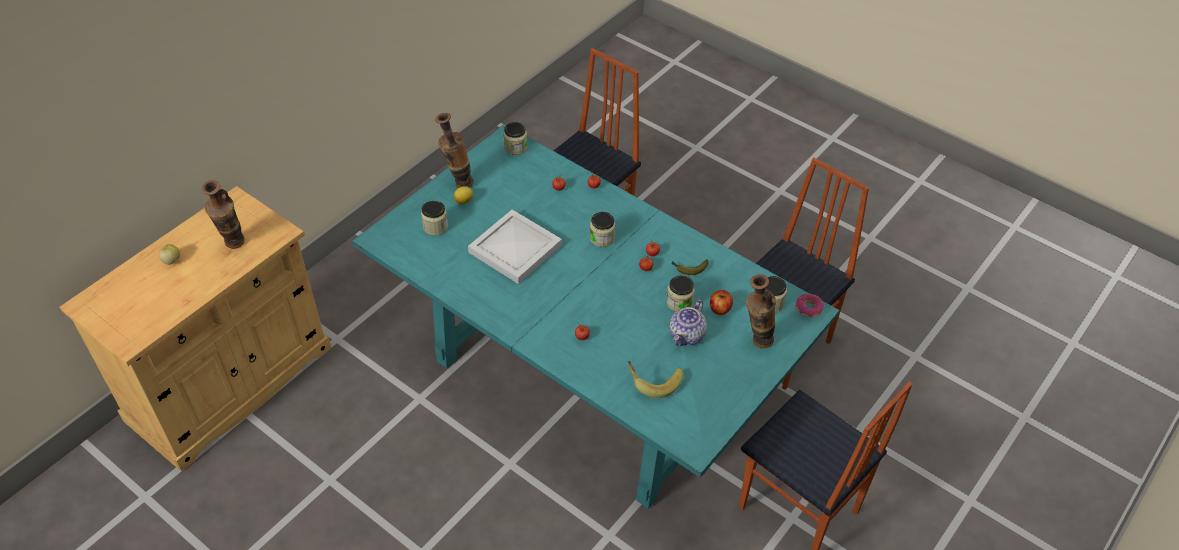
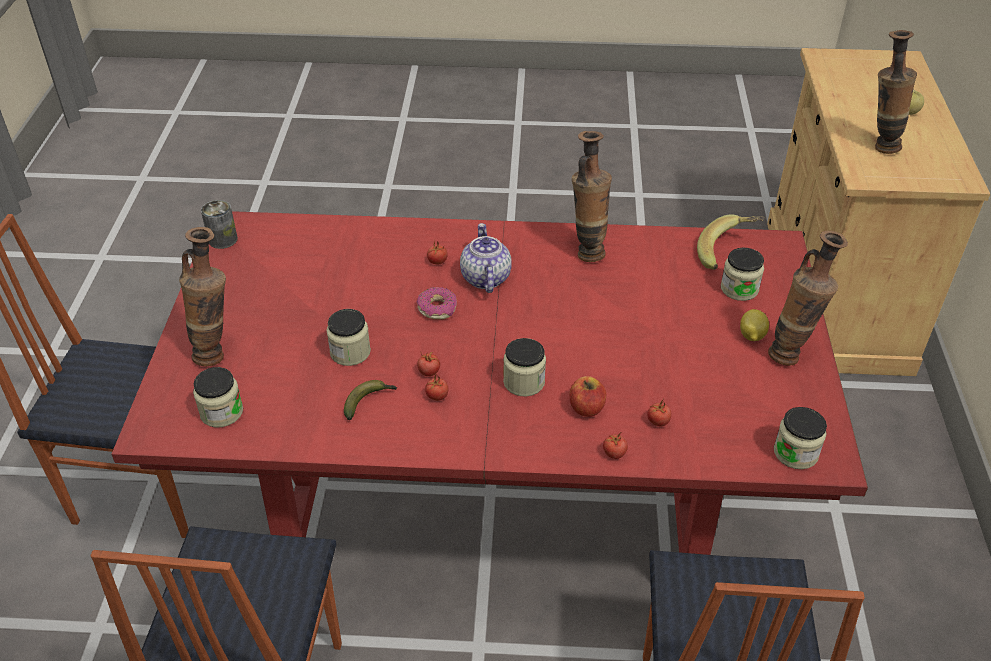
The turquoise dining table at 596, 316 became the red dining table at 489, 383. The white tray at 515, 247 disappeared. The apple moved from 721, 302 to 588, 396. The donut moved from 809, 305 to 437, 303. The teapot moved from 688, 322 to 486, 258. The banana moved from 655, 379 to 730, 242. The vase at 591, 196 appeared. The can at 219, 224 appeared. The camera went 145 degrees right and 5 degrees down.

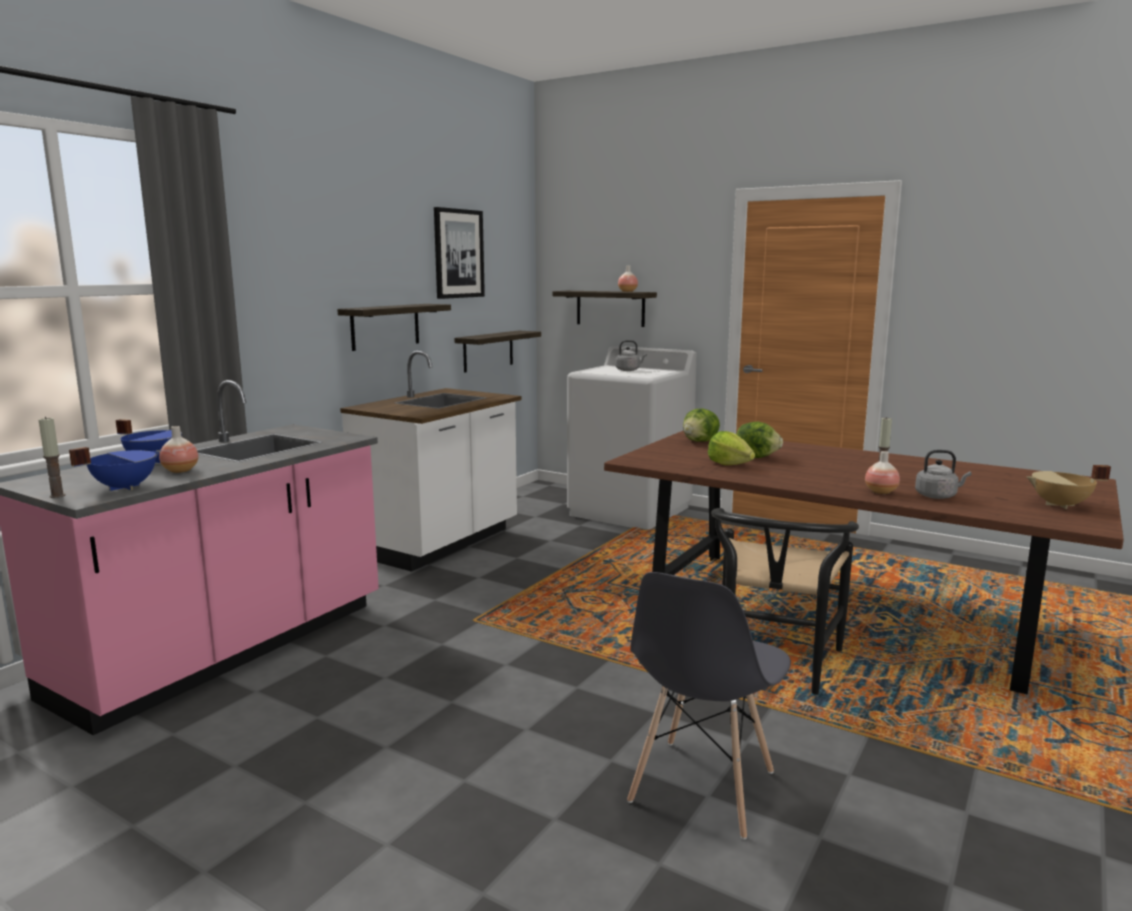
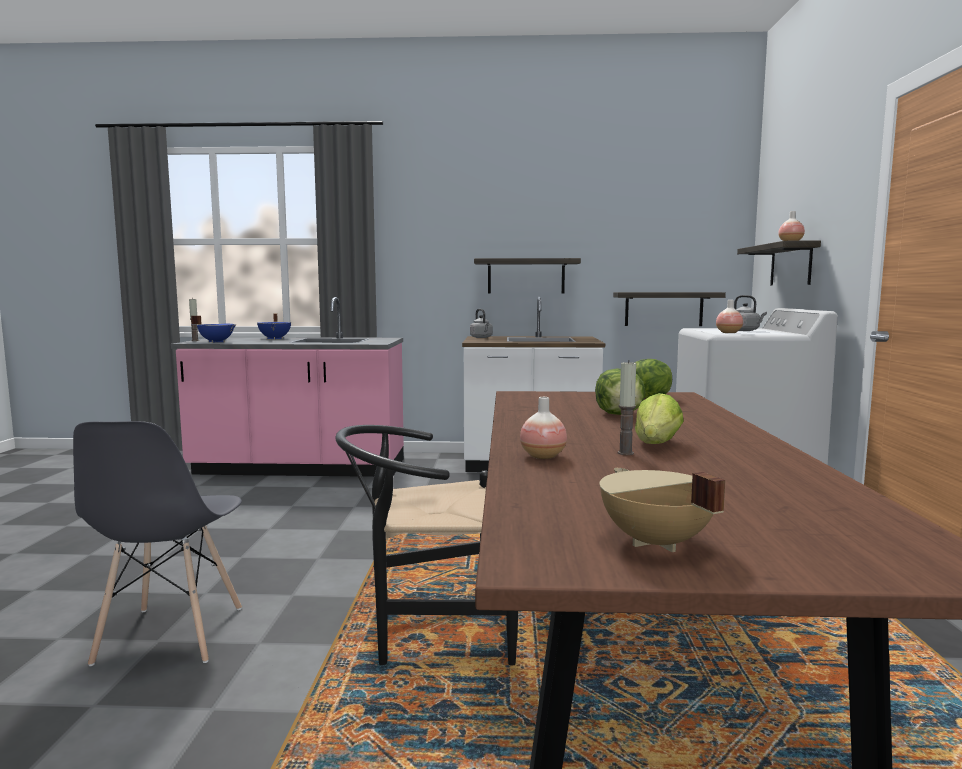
The picture at 459, 253 disappeared. The vase moved from 178, 449 to 729, 316. The lettuce moved from 731, 448 to 659, 418. The grey kettle moved from 943, 474 to 481, 323. The grey chair at 709, 706 turned 90 degrees counterclockwise. The camera went 60 degrees right and 5 degrees down.

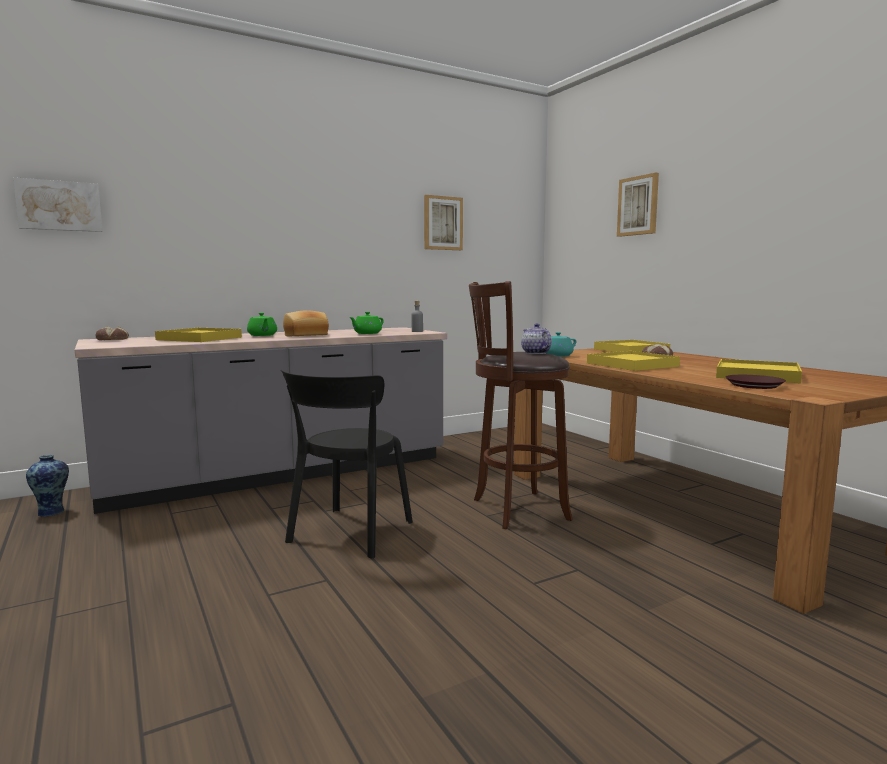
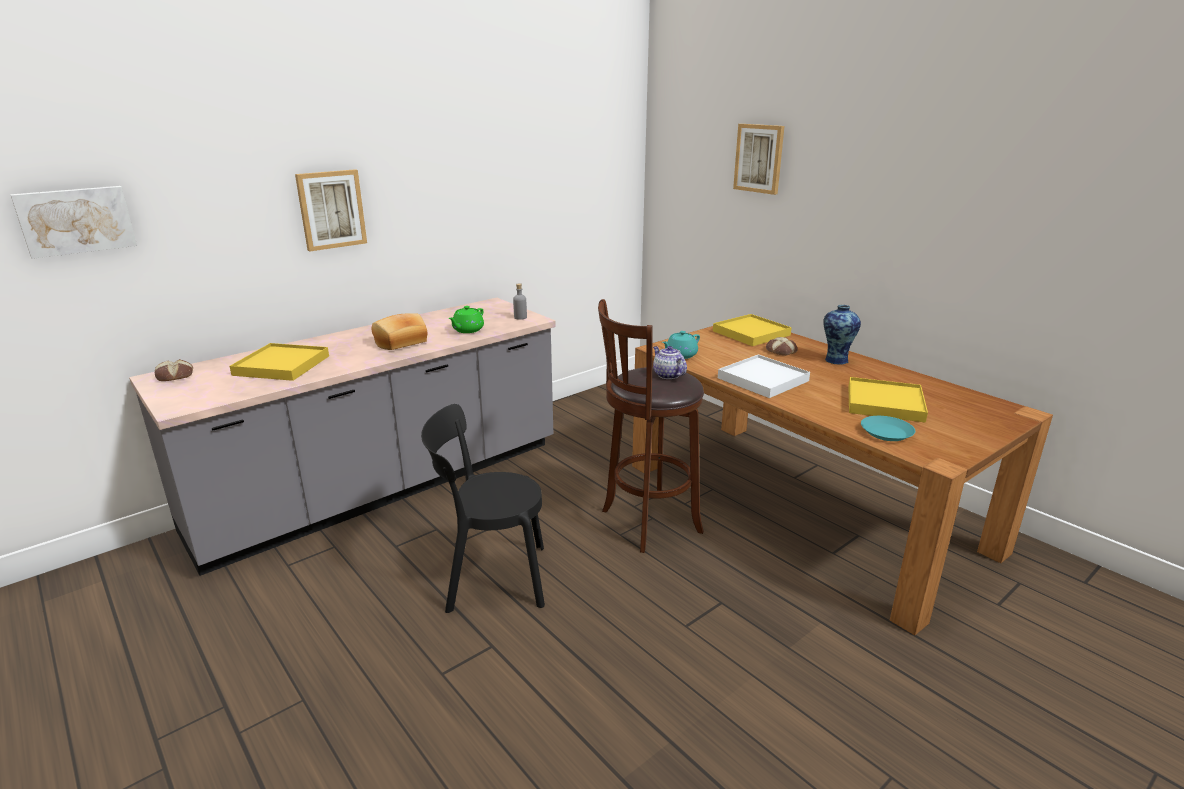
The picture moved from 443, 222 to 331, 210. The green teapot at 262, 324 disappeared. The yellow tray at 633, 361 became the white tray at 764, 376. The black chair at 347, 464 turned 75 degrees clockwise. The brown plate at 756, 382 became the turquoise plate at 888, 428. The vase moved from 47, 486 to 842, 335. The camera went 10 degrees left and 15 degrees up.

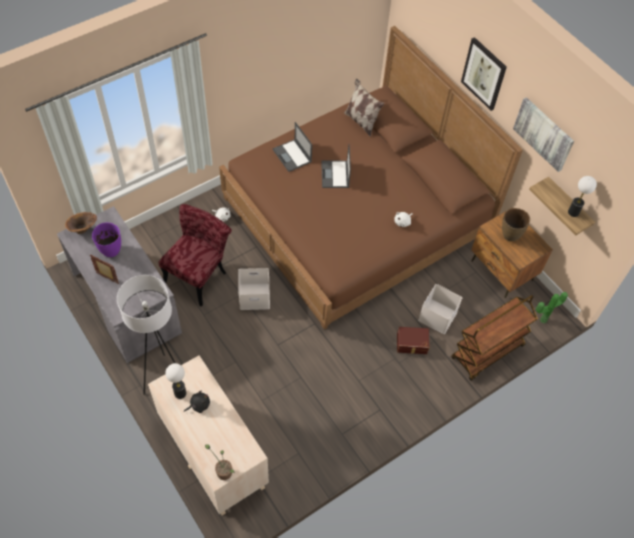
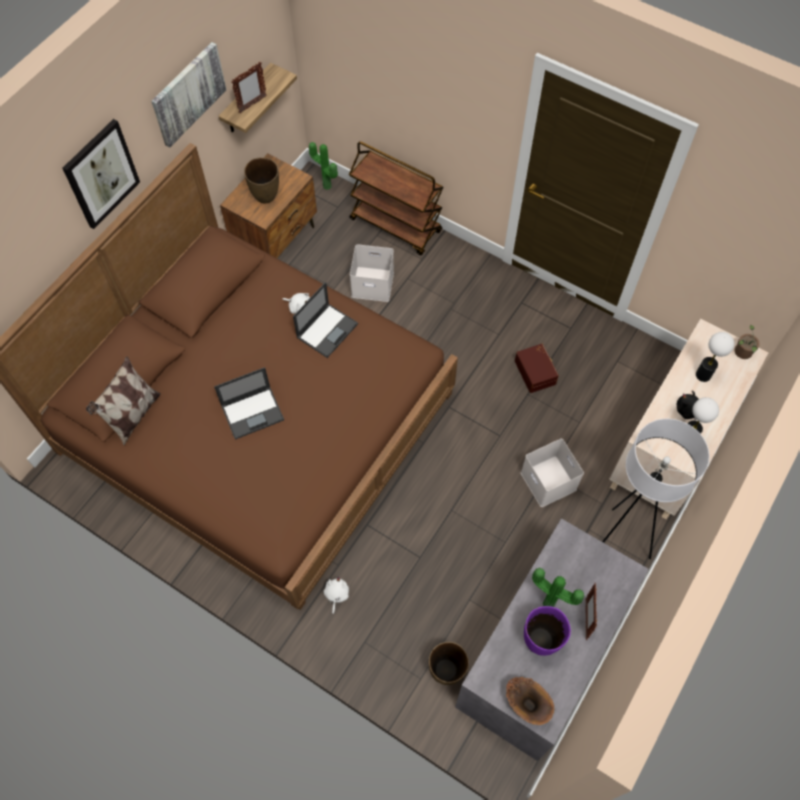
The laptop moved from 292, 147 to 325, 320. The table lamp moved from 582, 196 to 715, 357. The red chair at 195, 255 disappeared. The white storage box moved from 254, 289 to 552, 473. The brown storage box moved from 413, 340 to 537, 368. The picture frame at 249, 87 appeared. The potted plant at 558, 587 appeared. The brown vase at 449, 663 appeared. The camera went 110 degrees left and 5 degrees up.

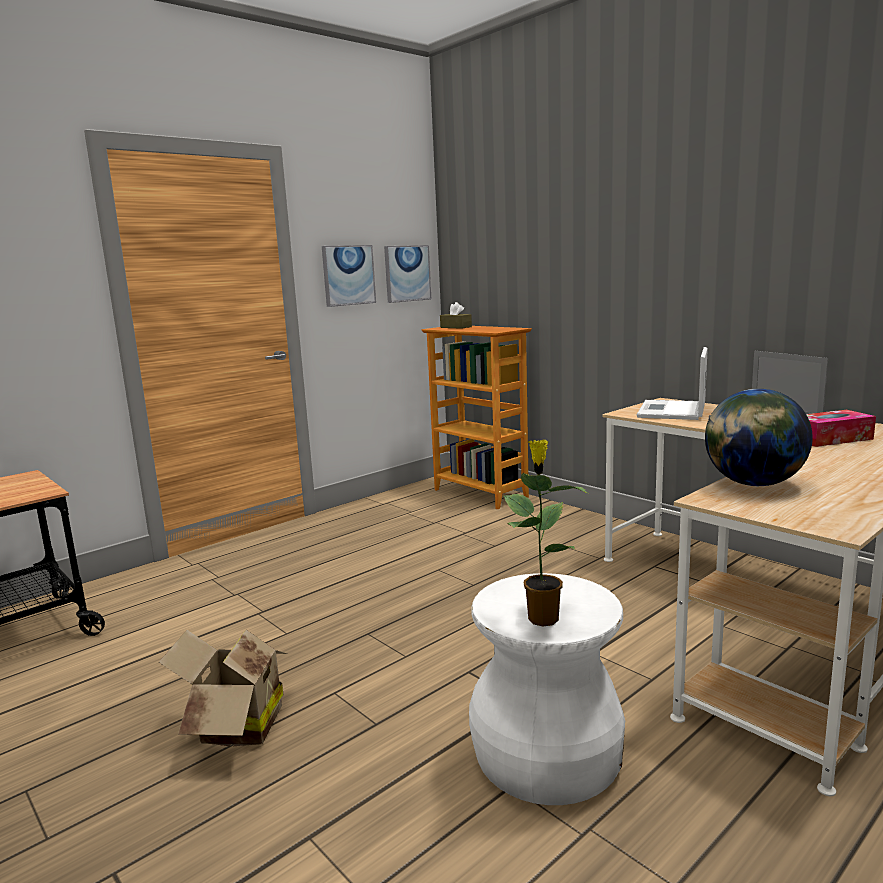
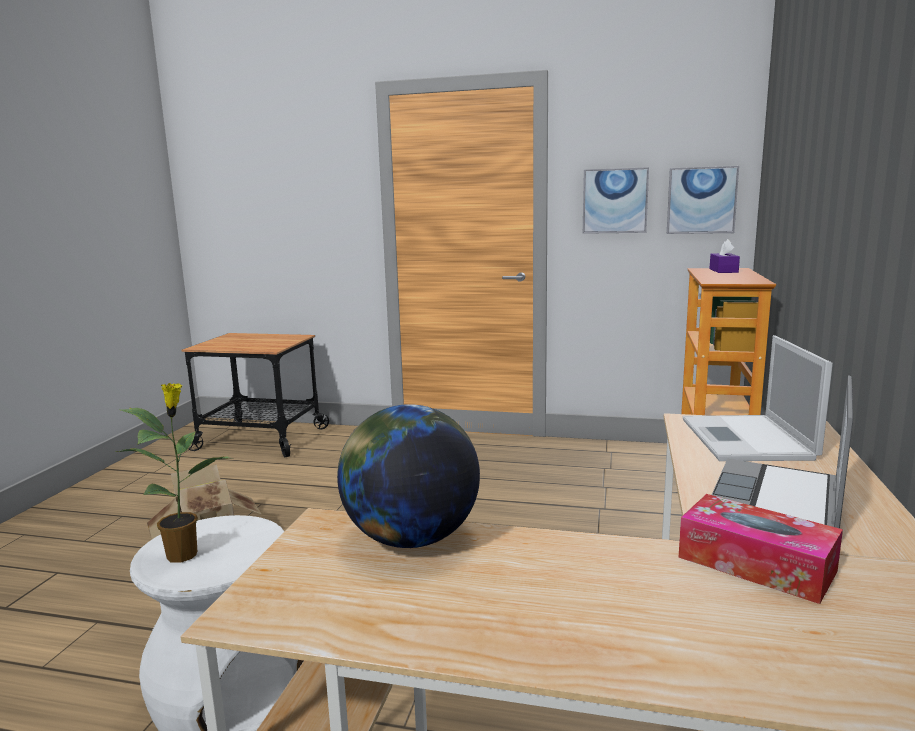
The brown tissue box at 456, 315 became the purple tissue box at 725, 256. The laptop at 672, 383 turned 75 degrees counterclockwise. The camera went 55 degrees right and 0 degrees up.

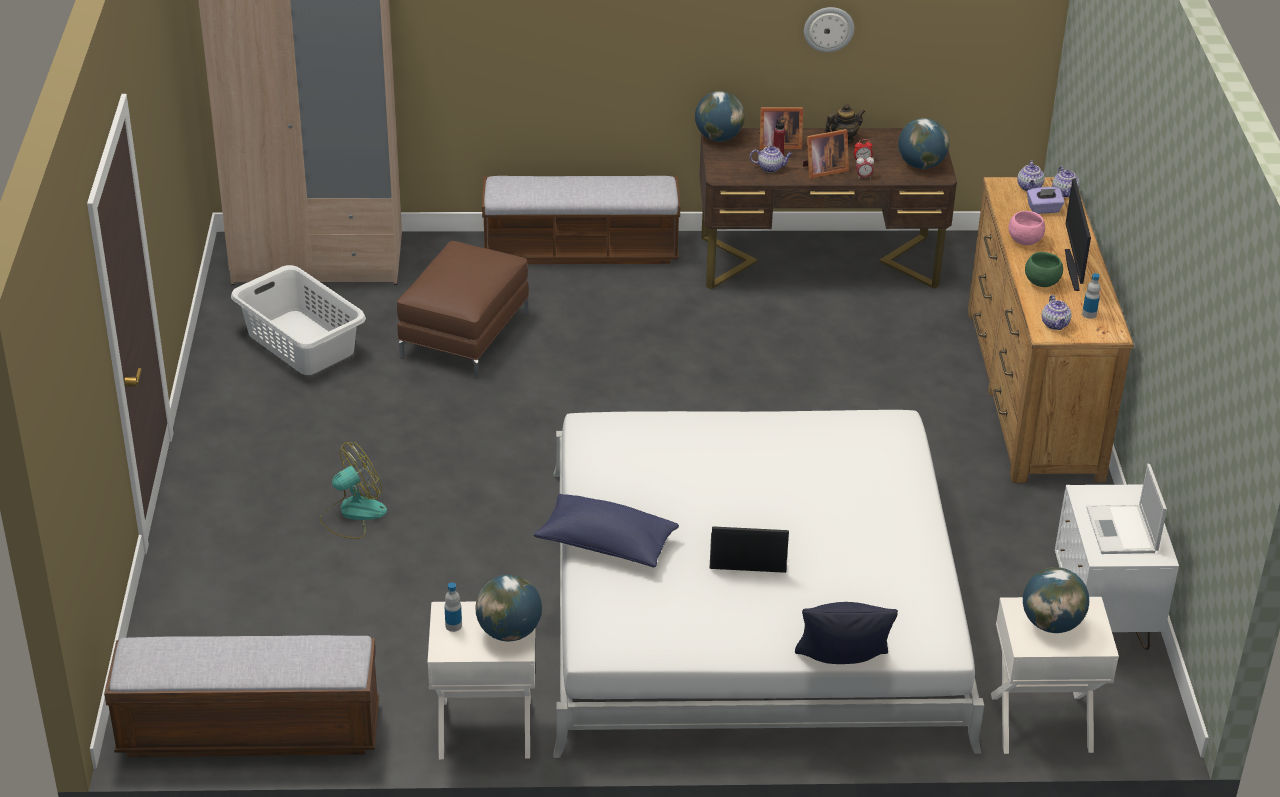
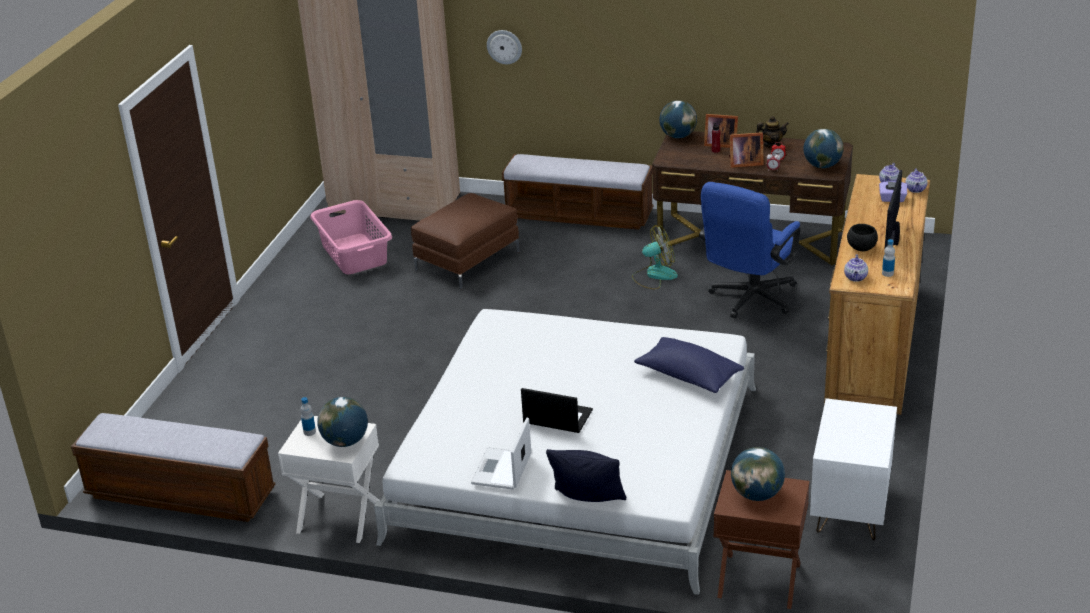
The wall clock moved from 829, 29 to 504, 47. The teapot at 771, 159 disappeared. The pink bowl at 1026, 228 disappeared. The green bowl at 1044, 269 became the black bowl at 862, 237. The white laundry basket at 298, 320 became the pink laundry basket at 351, 237. The fan moved from 353, 490 to 655, 257. The laptop moved from 1126, 509 to 501, 453. The blue pillow moved from 606, 530 to 689, 365. The white nightstand at 1055, 675 became the brown nightstand at 762, 539. The blue office chair at 750, 250 appeared. The camera went 20 degrees right and 5 degrees down.

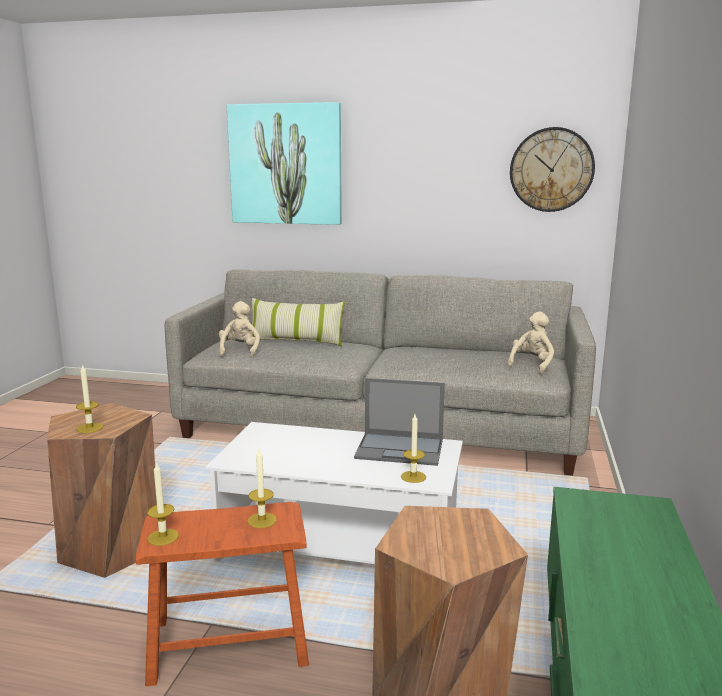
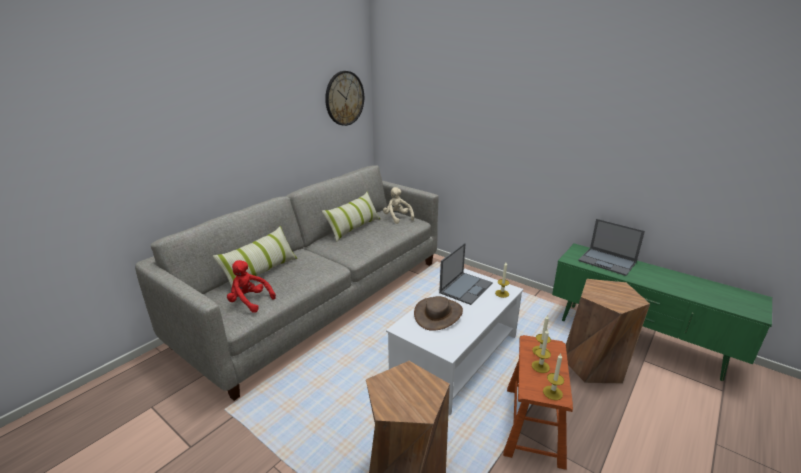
The picture at 284, 163 disappeared. The beige plush toy at 239, 329 became the red plush toy at 251, 286. The candle moved from 89, 398 to 541, 350. The pillow at 351, 217 appeared. The laptop at 611, 247 appeared. The brown hat at 438, 313 appeared. The camera went 65 degrees left and 10 degrees up.

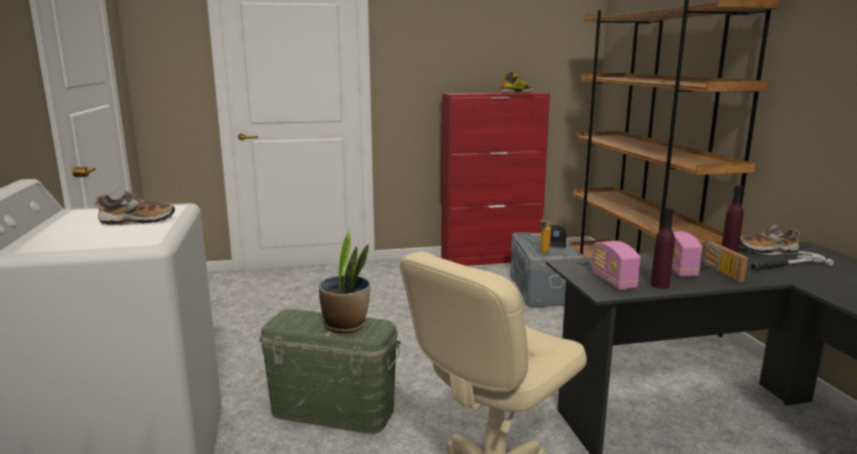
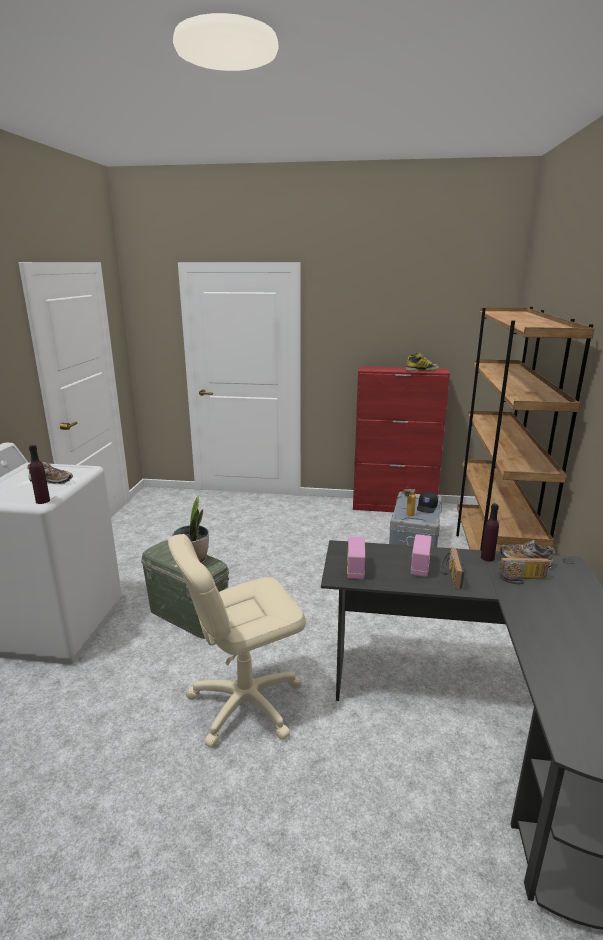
The purple bottle moved from 663, 248 to 39, 474. The hammer at 792, 260 was replaced by the radio at 524, 571. The camera went 20 degrees right and 5 degrees up.

